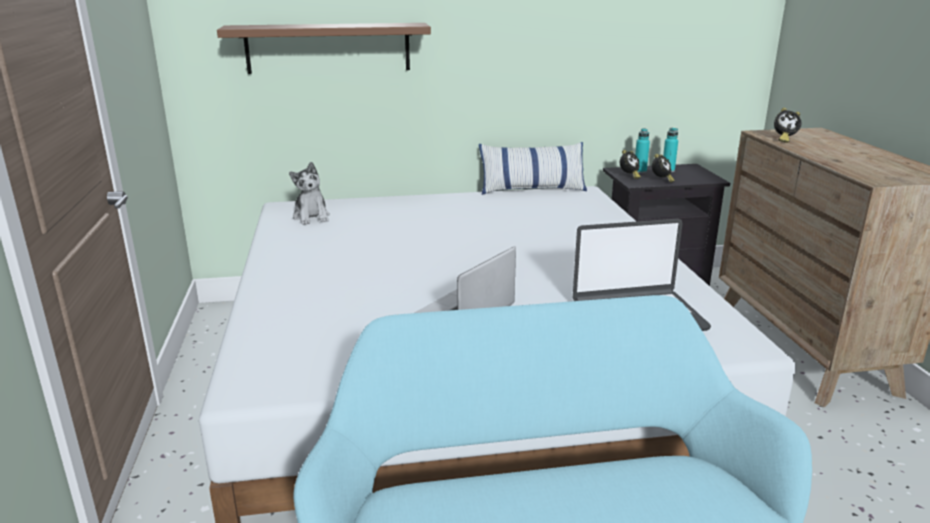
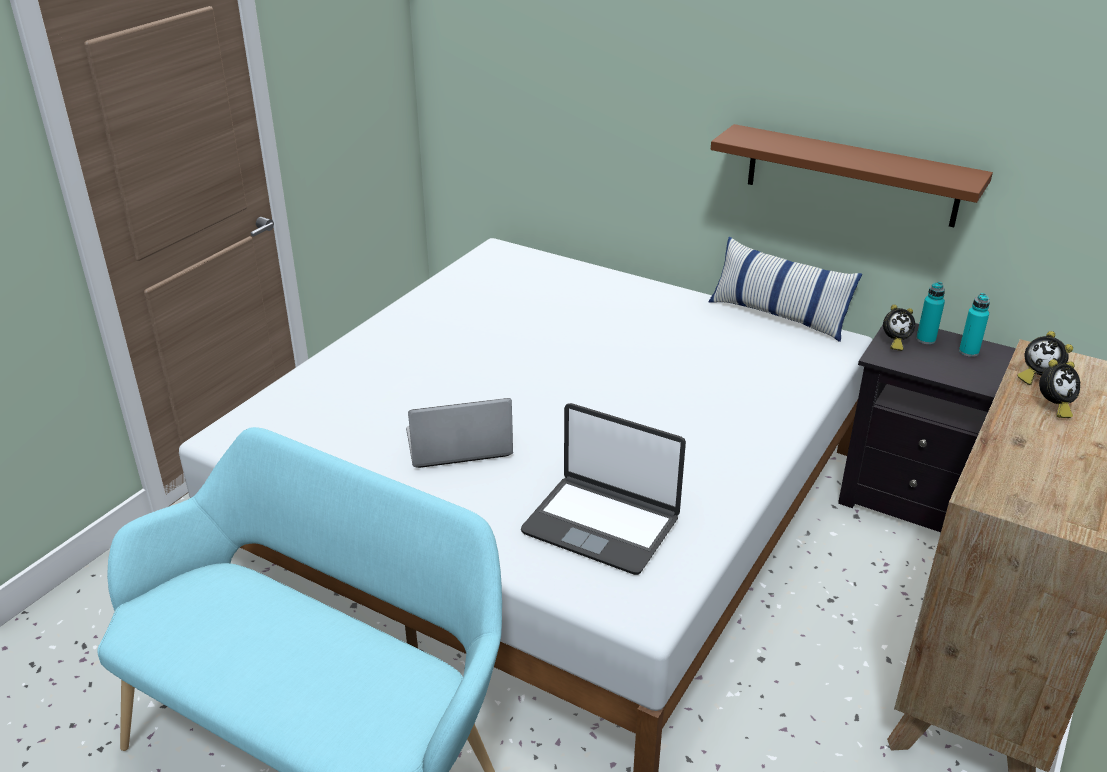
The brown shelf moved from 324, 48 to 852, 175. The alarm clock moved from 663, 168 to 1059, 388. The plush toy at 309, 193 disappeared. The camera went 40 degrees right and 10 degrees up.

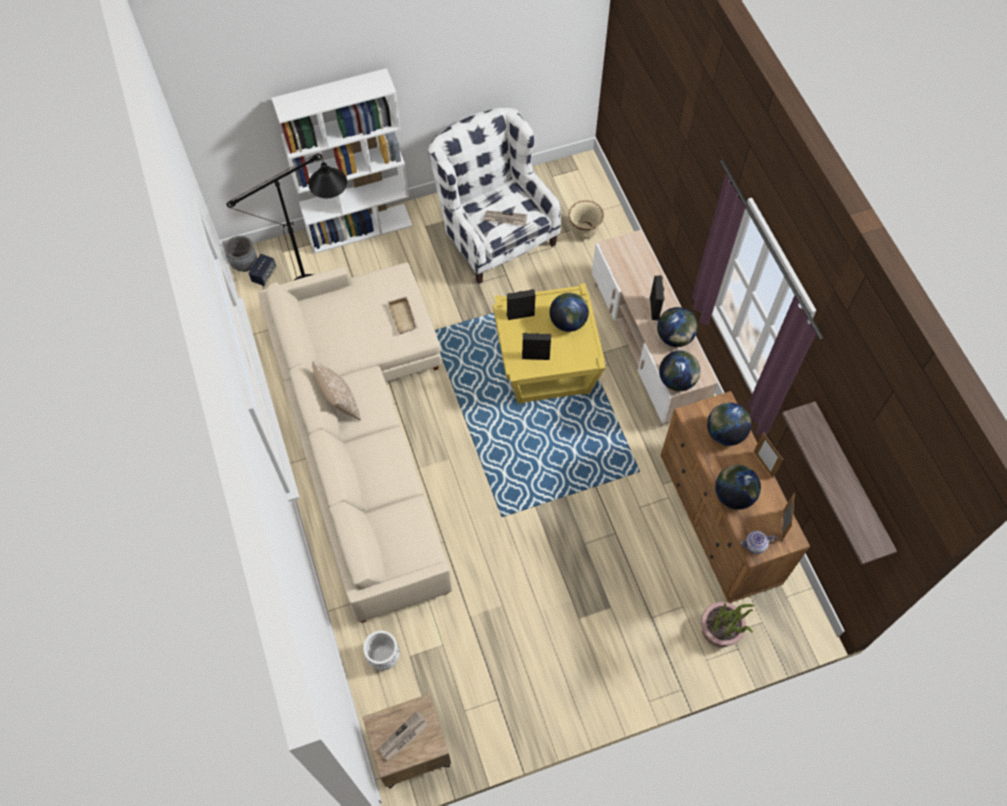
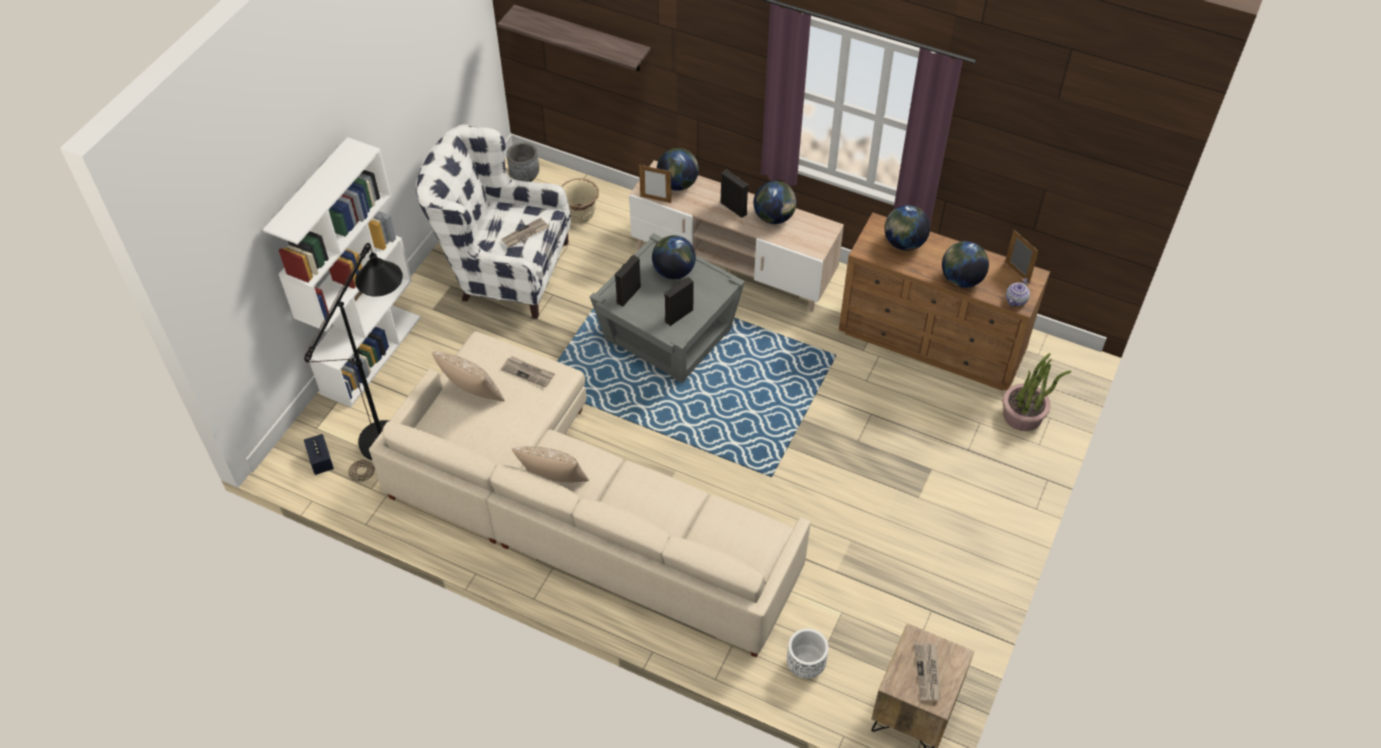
The grey planter moved from 241, 254 to 523, 162. The yellow side table at 549, 343 became the grey side table at 667, 308. The beige tray at 403, 315 was replaced by the newspaper at 528, 372. The globe moved from 679, 371 to 678, 169. The shelf moved from 839, 483 to 574, 38. The picture frame moved from 768, 455 to 655, 183. The pillow at 468, 377 appeared. The camera went 45 degrees left and 10 degrees down.

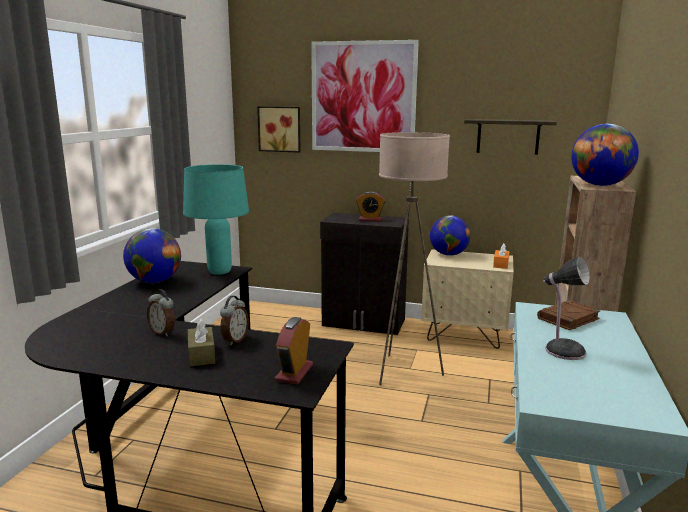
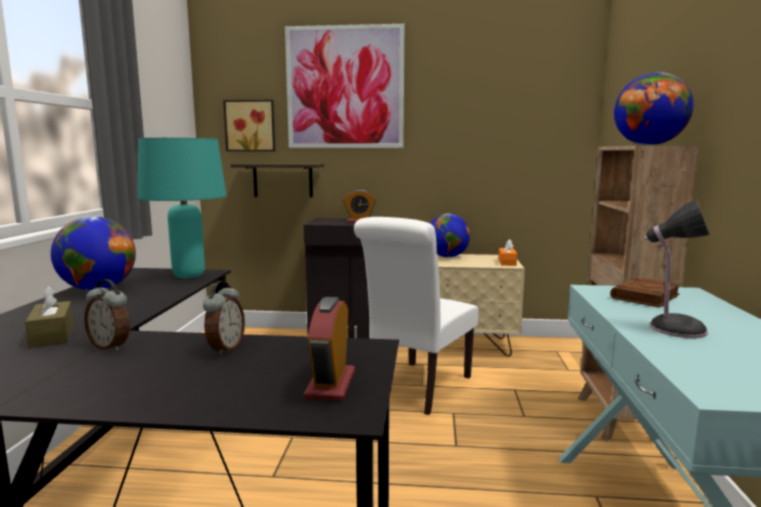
The shelf moved from 510, 137 to 277, 180. The beige floor lamp at 414, 258 was replaced by the white chair at 416, 316. The brown tissue box moved from 201, 342 to 49, 316. The camera went 10 degrees left and 5 degrees down.

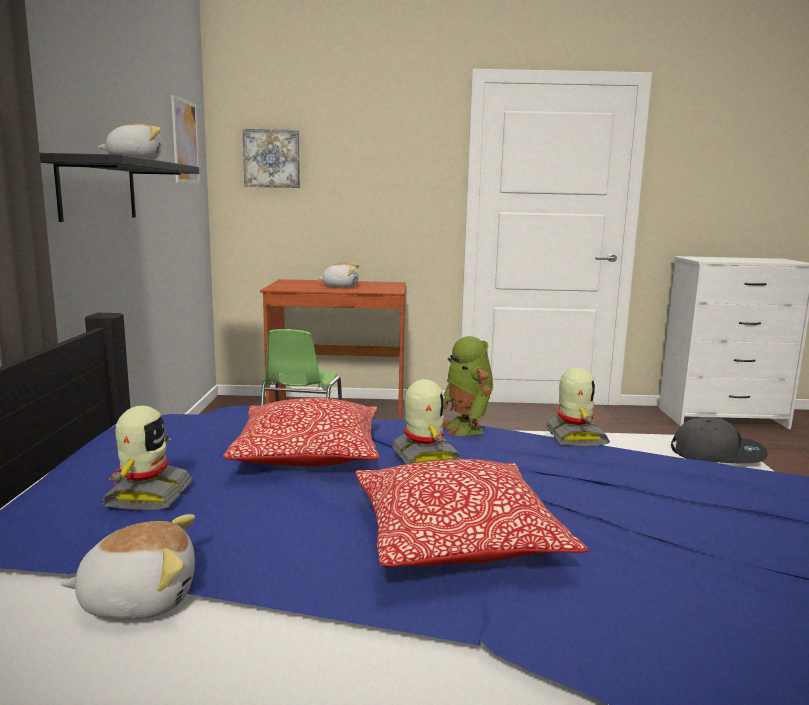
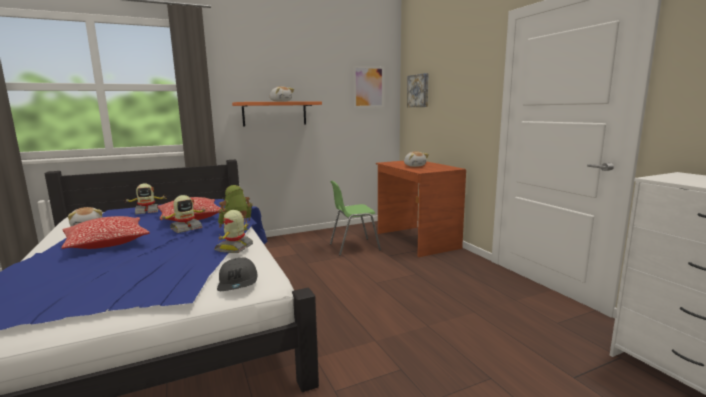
The black shelf at 119, 187 became the orange shelf at 277, 113. The toy robot at 578, 407 turned 135 degrees clockwise. The camera went 65 degrees right and 0 degrees up.

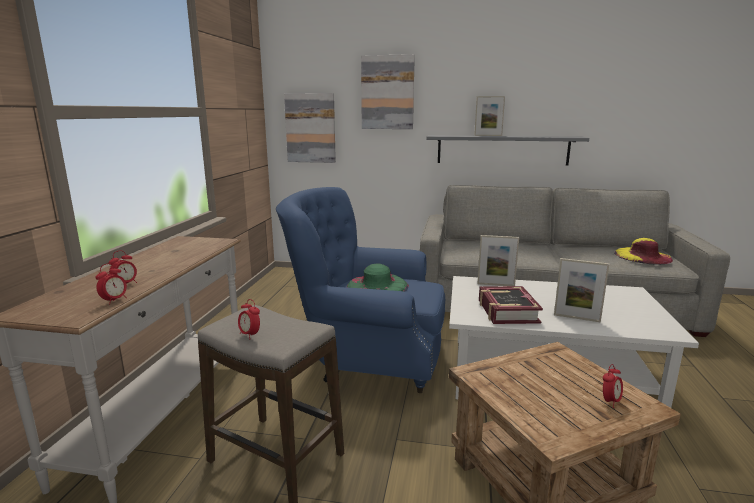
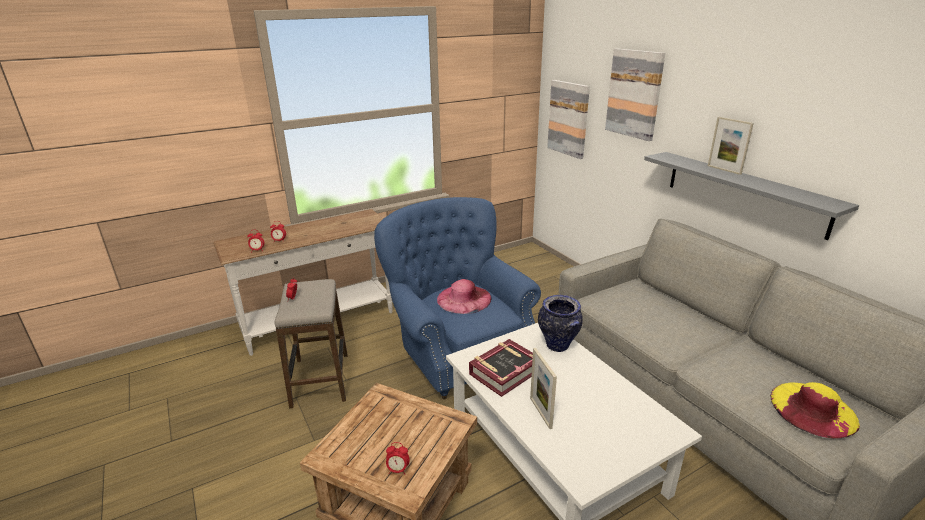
The picture frame at 498, 260 was replaced by the vase at 560, 323. The green hat at 378, 277 became the pink hat at 464, 296. The camera went 50 degrees right and 10 degrees up.

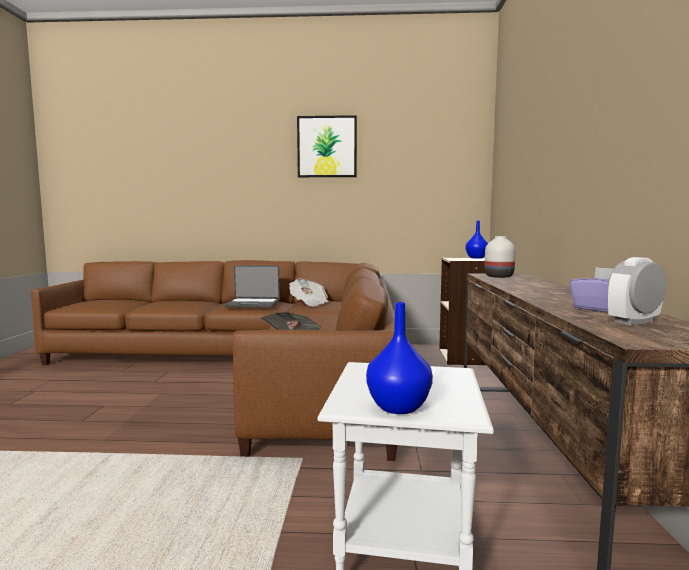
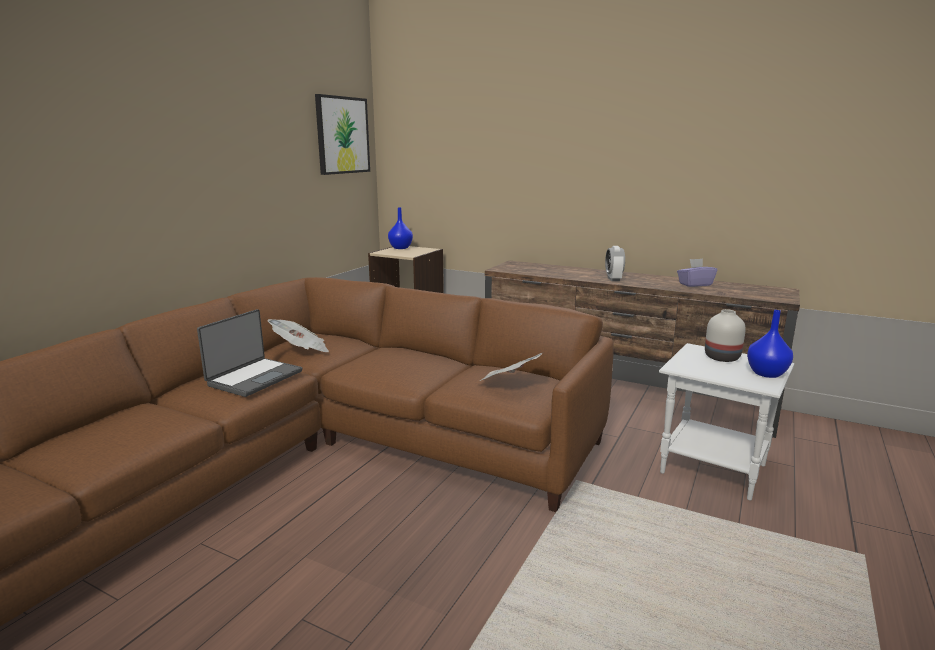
The picture moved from 327, 146 to 342, 134. The white vase moved from 499, 257 to 725, 335. The alarm clock moved from 637, 291 to 615, 263. The camera went 65 degrees left and 10 degrees up.

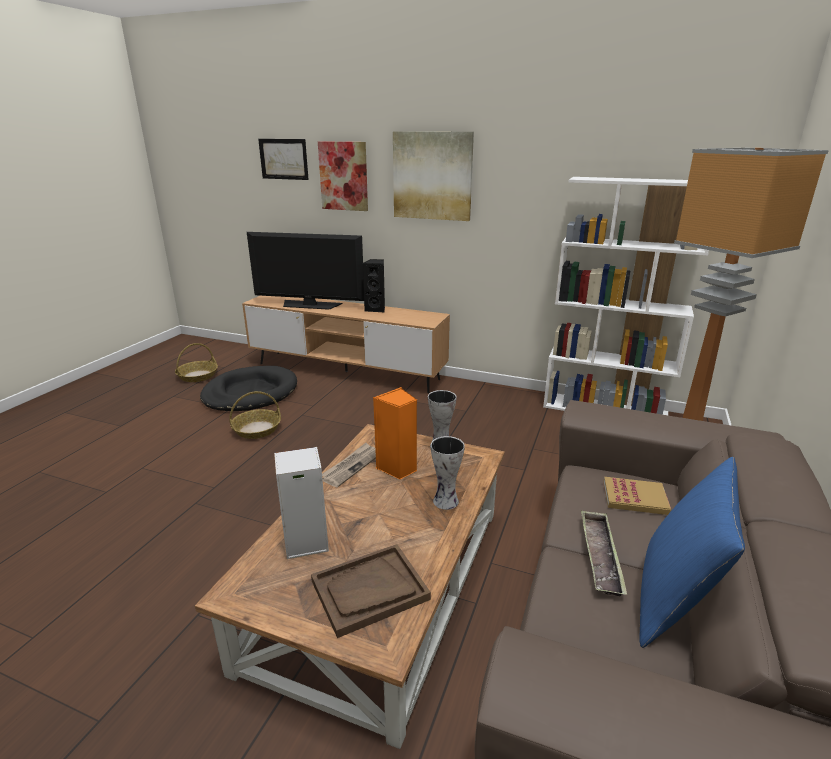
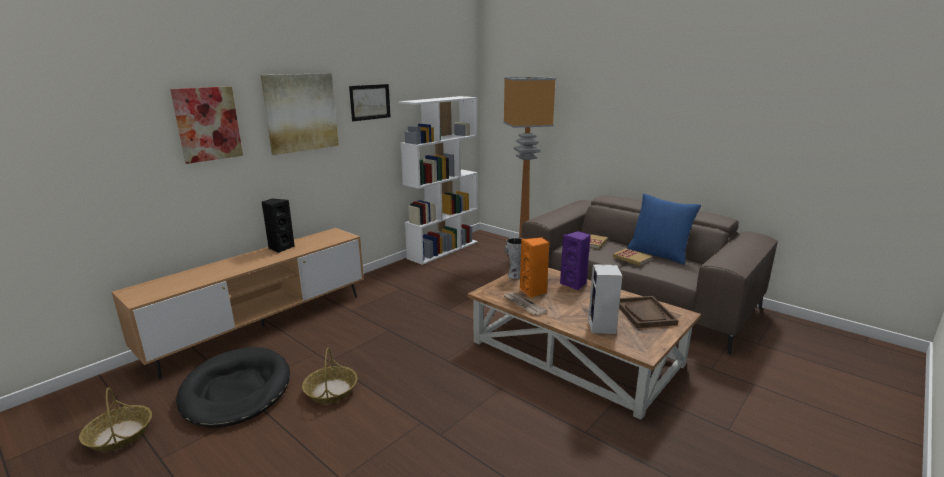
The picture moved from 283, 159 to 370, 102. The television at 305, 271 disappeared. The vase at 448, 473 was replaced by the purple speaker at 575, 260. The tray at 604, 553 was replaced by the book at 632, 257. The camera went 70 degrees left and 5 degrees down.

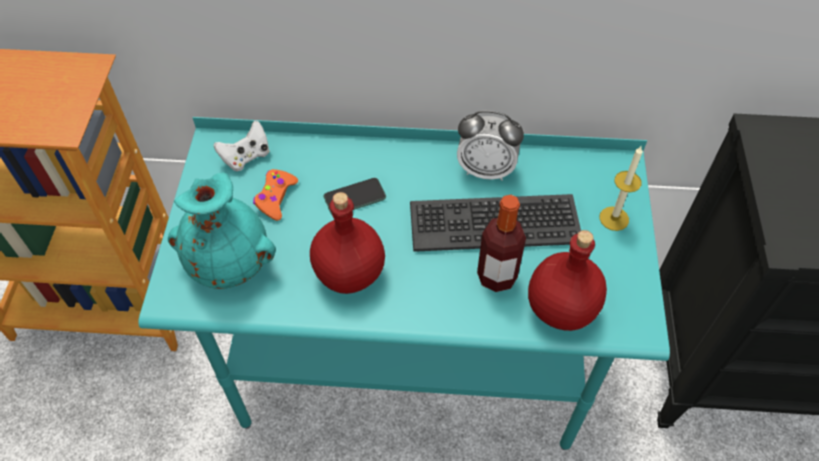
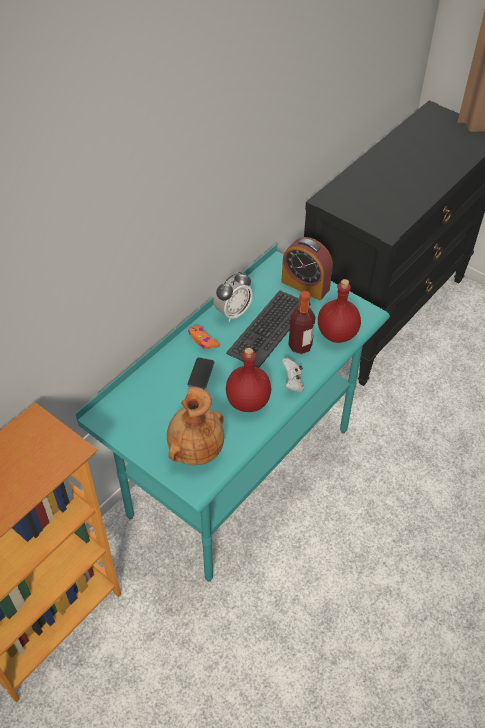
The white game controller moved from 242, 145 to 293, 375. The candle at 621, 188 was replaced by the alarm clock at 307, 268. The orange game controller moved from 275, 195 to 204, 337. The turquoise vase at 222, 230 became the brown vase at 195, 426. The camera went 55 degrees left and 5 degrees down.

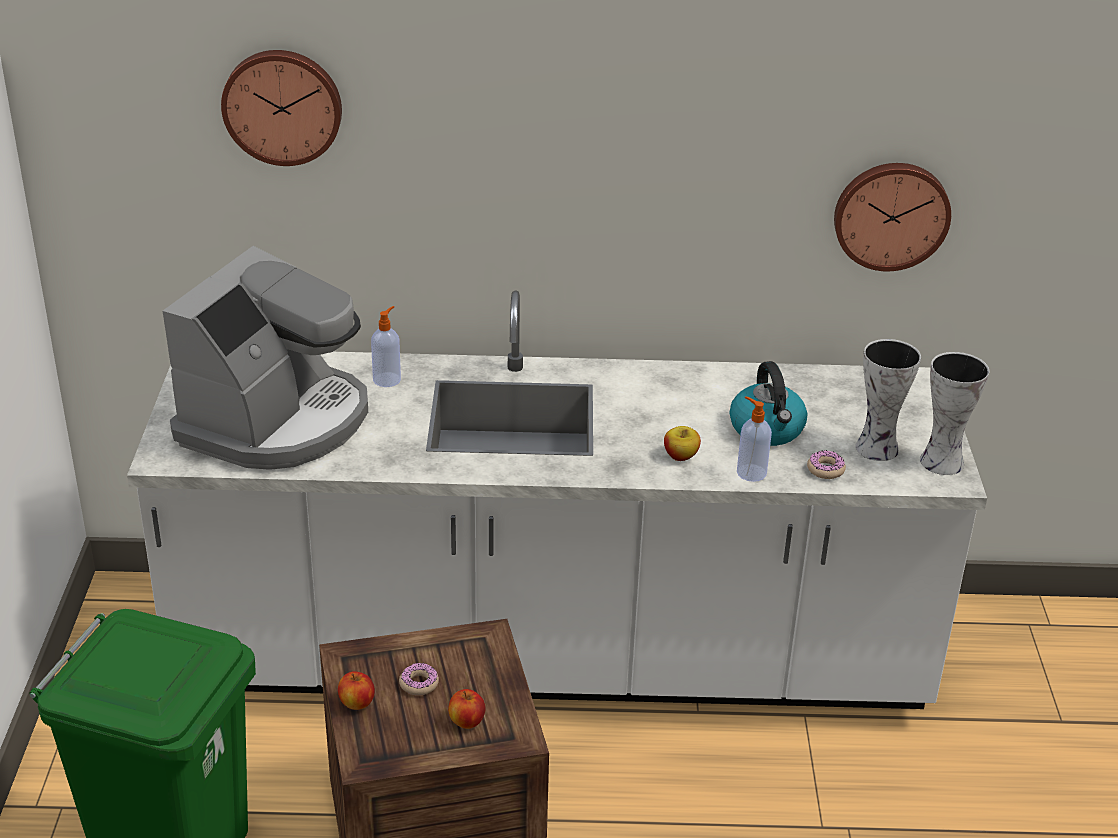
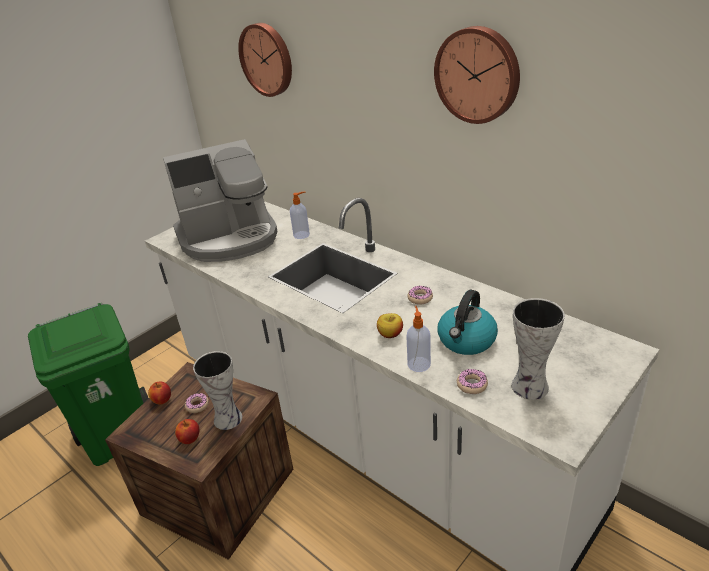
The wall clock moved from 892, 217 to 477, 75. The vase moved from 954, 413 to 217, 390. The donut at 420, 295 appeared. The camera went 45 degrees right and 0 degrees up.

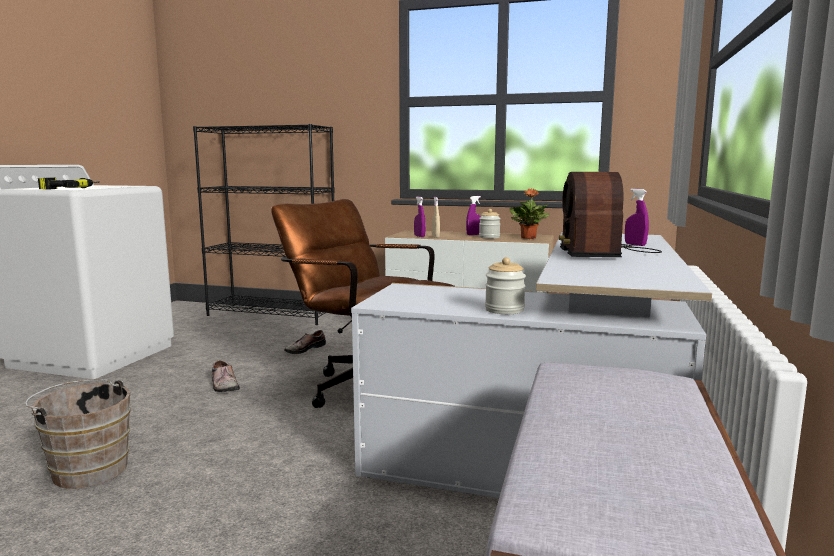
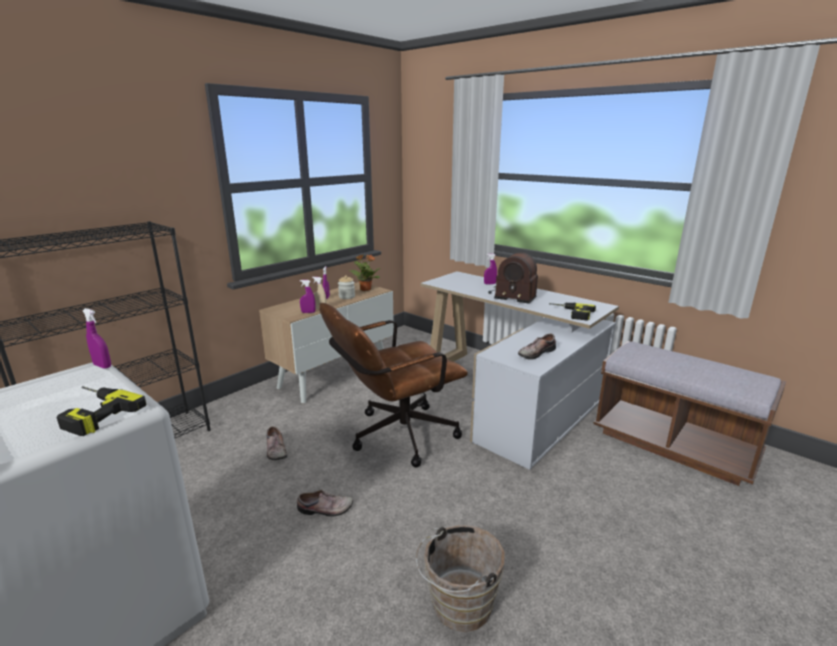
The jar at 505, 285 disappeared. The power drill at 572, 312 appeared. The purple spray bottle at 97, 338 appeared. The shoe at 537, 347 appeared. The camera went 65 degrees left and 10 degrees up.

